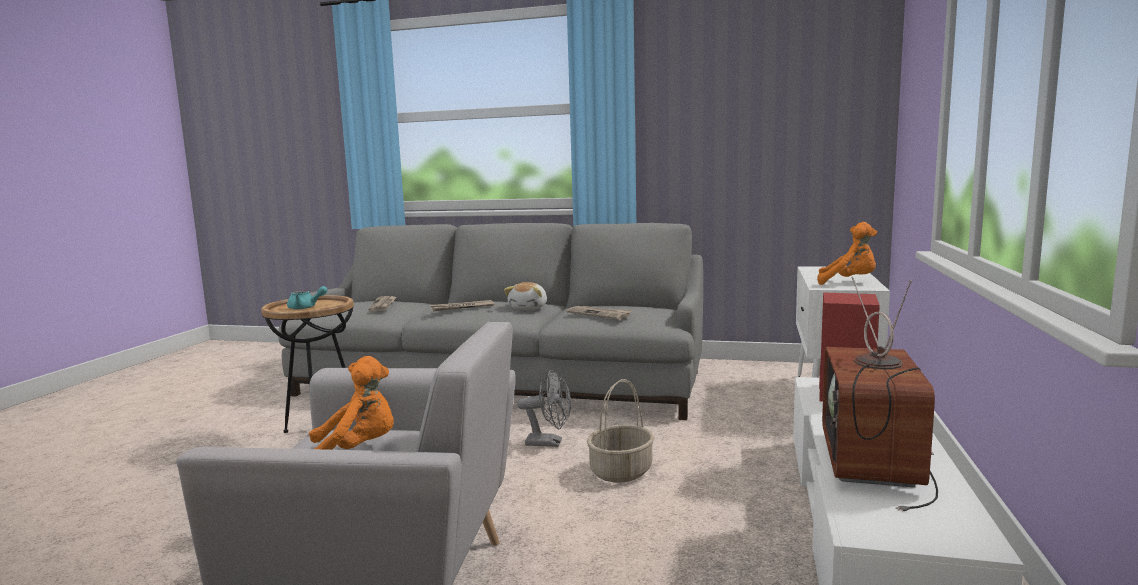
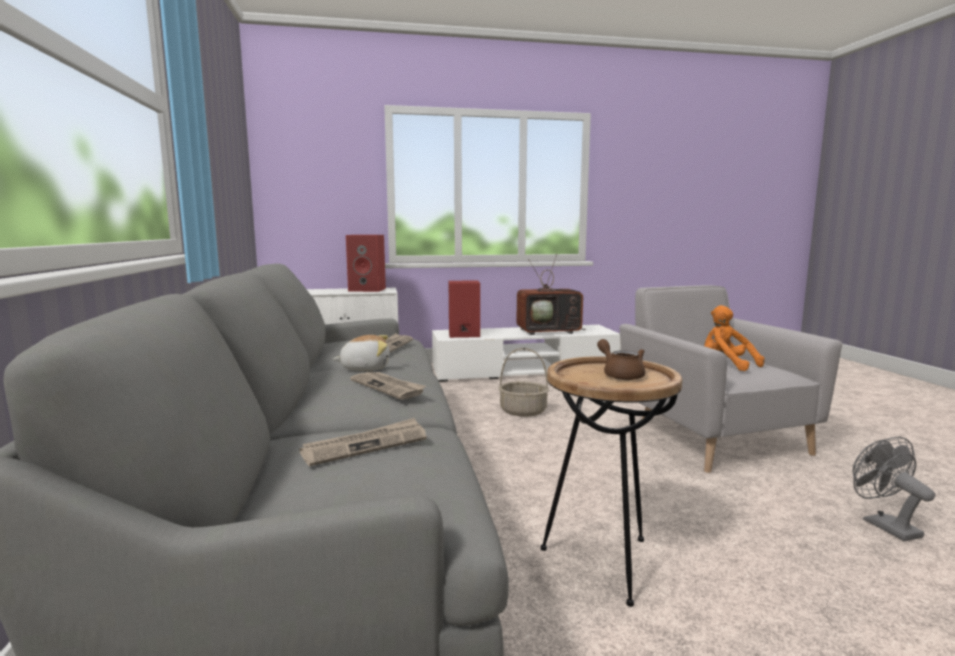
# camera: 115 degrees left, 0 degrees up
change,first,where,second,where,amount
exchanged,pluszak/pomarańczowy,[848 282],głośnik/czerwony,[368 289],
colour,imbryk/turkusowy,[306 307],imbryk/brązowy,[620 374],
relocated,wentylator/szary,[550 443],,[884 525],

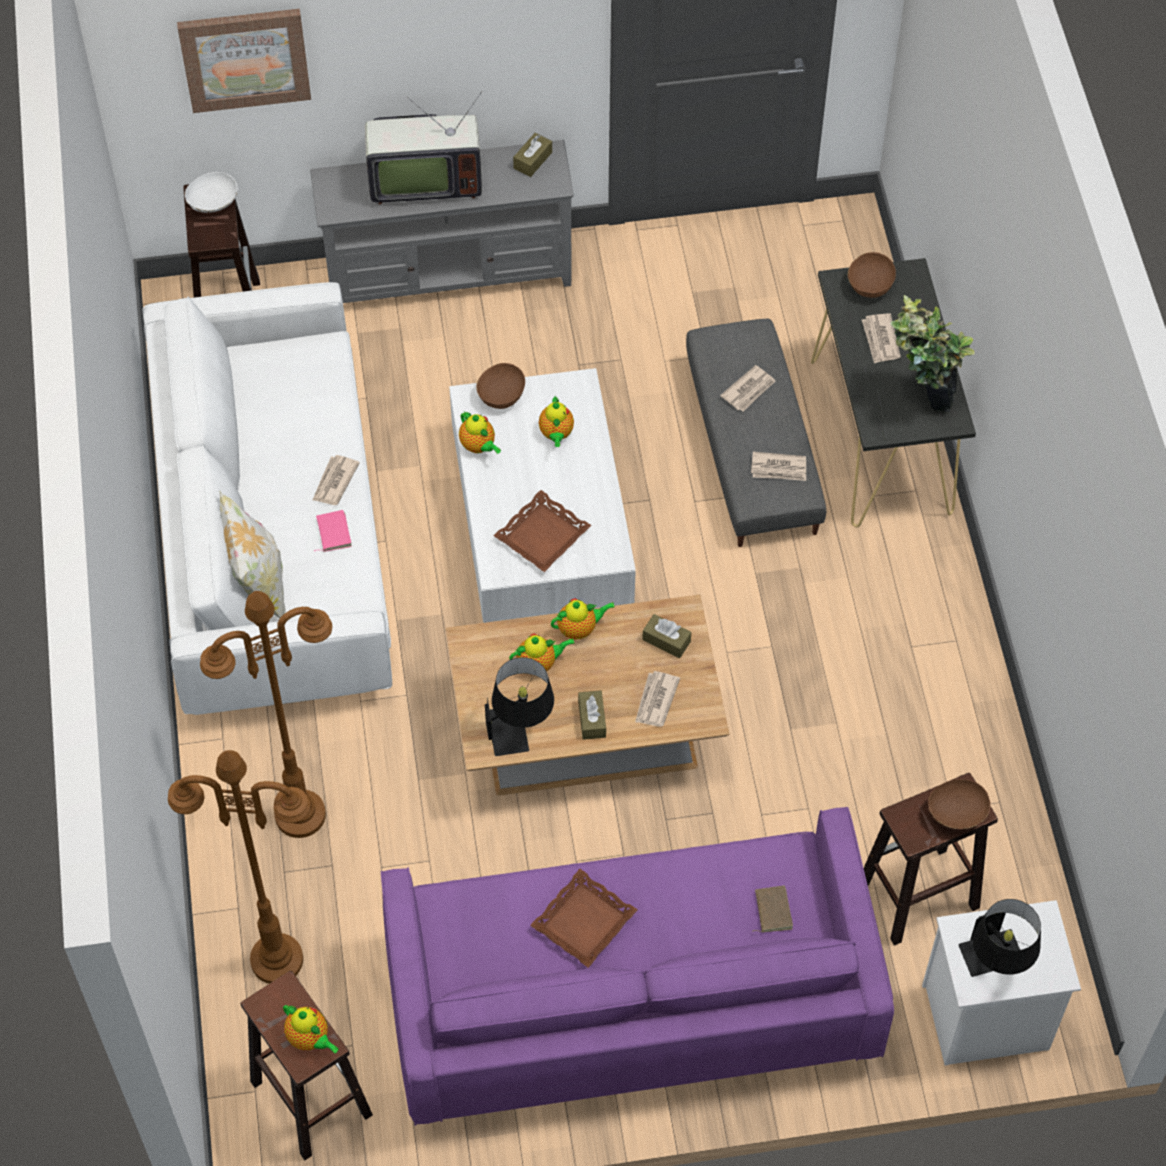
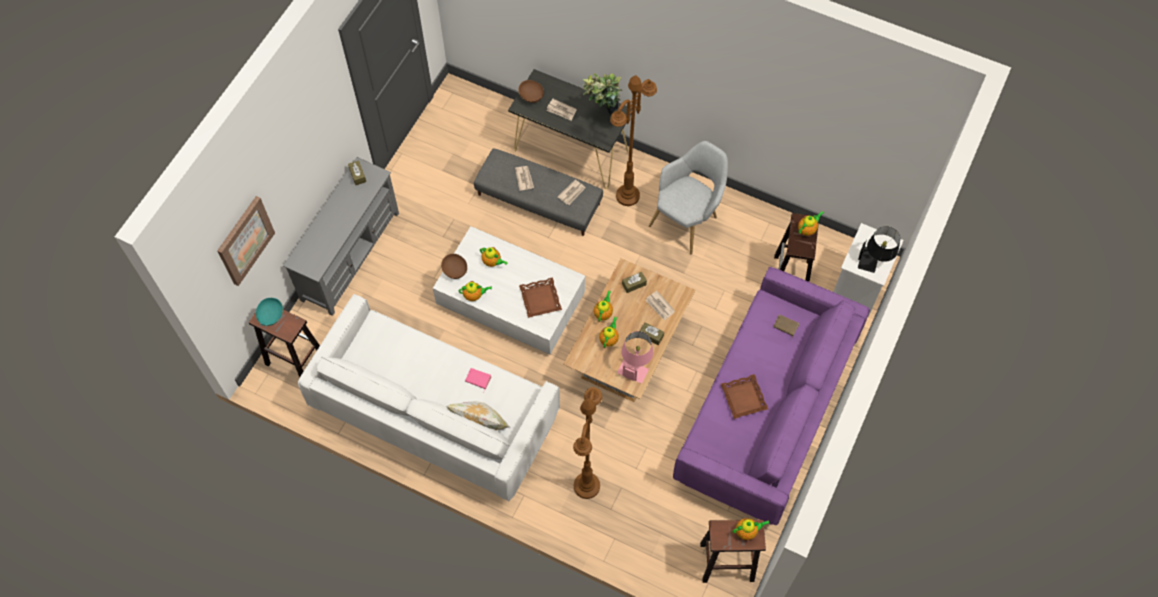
# camera: 55 degrees left, 5 degrees up
change,first,where,second,where,amount
missing,telewizor,[423 181],,,
colour,miska/biały,[213 204],miska/turkusowy,[271 316],
missing,gazeta,[334 482],,,
colour,lampa stołowa/czarny,[519 728],lampa stołowa/różowy,[635 365],
relocated,lampa stojąca/brązowy,[276 960],,[627 196],
exchanged,miska/brązowy,[956 814],imbryk,[807 229],
appeared,,,fotel/szary,[687 220],

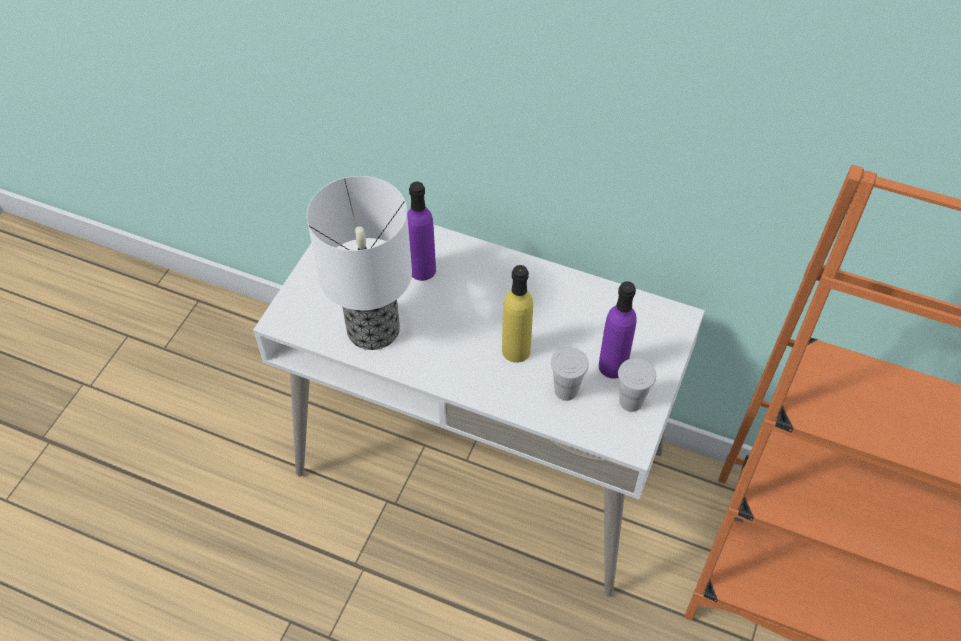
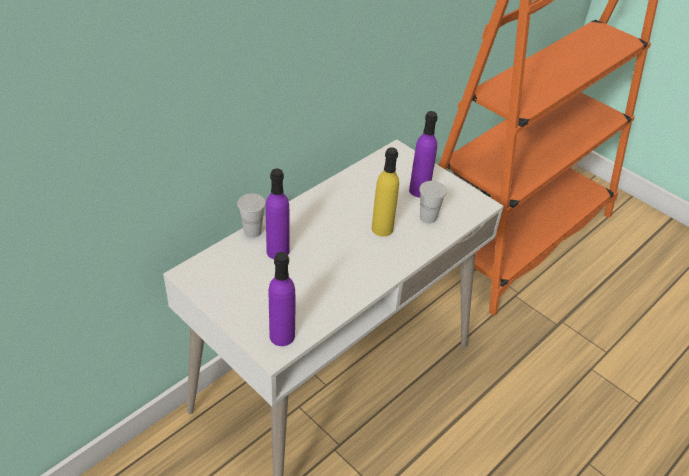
# camera: 70 degrees left, 10 degrees down
change,first,where,second,where,amount
missing,lampa stołowa,[375 330],,,
relocated,filiżanka/biały,[631 401],,[252 231],
appeared,,,butelka/fioletowy,[282 336],

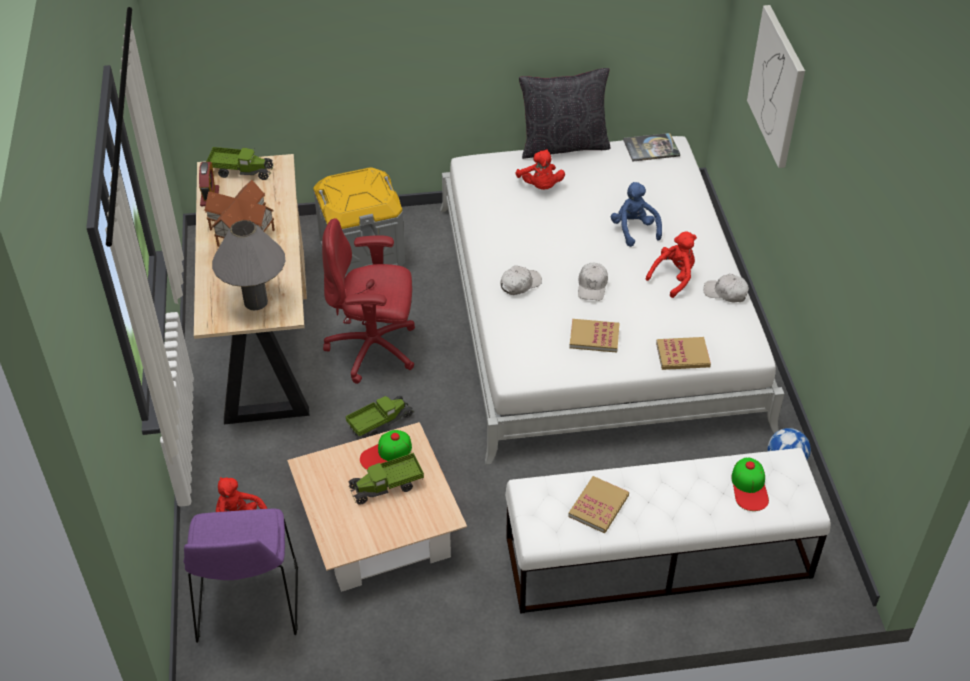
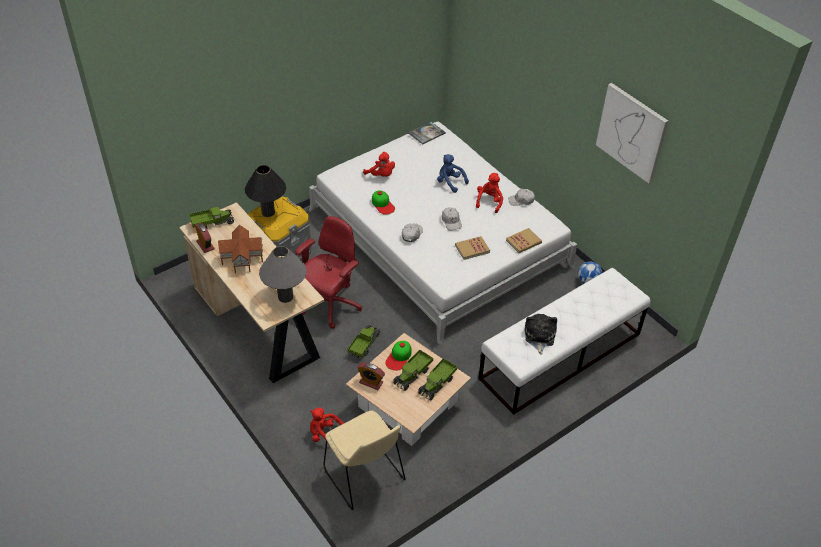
# camera: 30 degrees left, 0 degrees up
change,first,where,second,where,amount
relocated,obraz,[777 86],,[631 132],
missing,poduszka/czarny,[563 146],,,
spun,krzesło biurowe/czerwony,[374 349],,[330 305],150 degrees clockwise
relocated,czapka z daszkiem,[749 487],,[383 204],
exchanged,książka,[598 506],pluszak,[539 336],
colour,krzesło/fioletowy,[248 605],krzesło/beżowy,[365 476],
appeared,,,lampa stołowa/czarny,[268 212],
appeared,,,ciężarówka zabawkowa,[437 384],
appeared,,,budzik,[371 382],

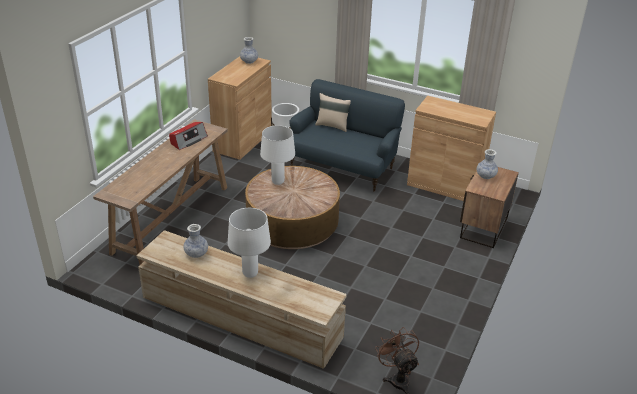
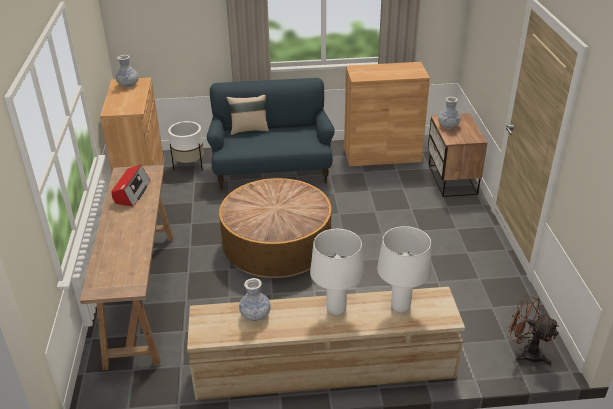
# camera: 30 degrees left, 0 degrees up
change,first,where,second,where,amount
relocated,lampa stołowa/biały,[278 181],,[400 307],

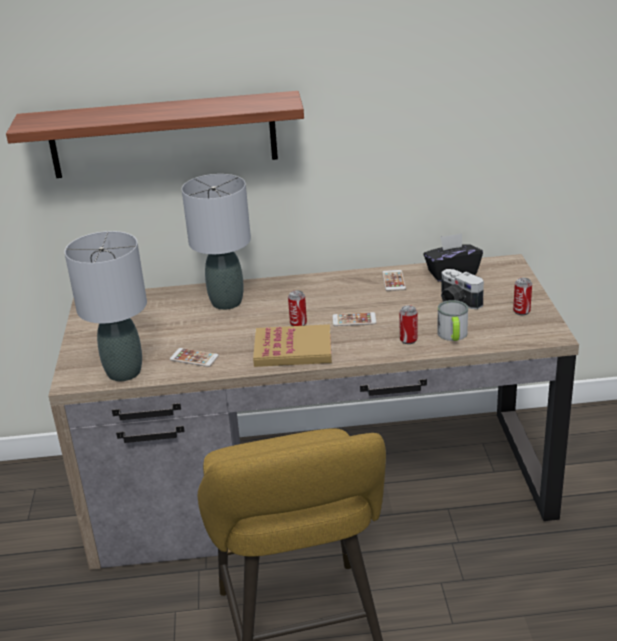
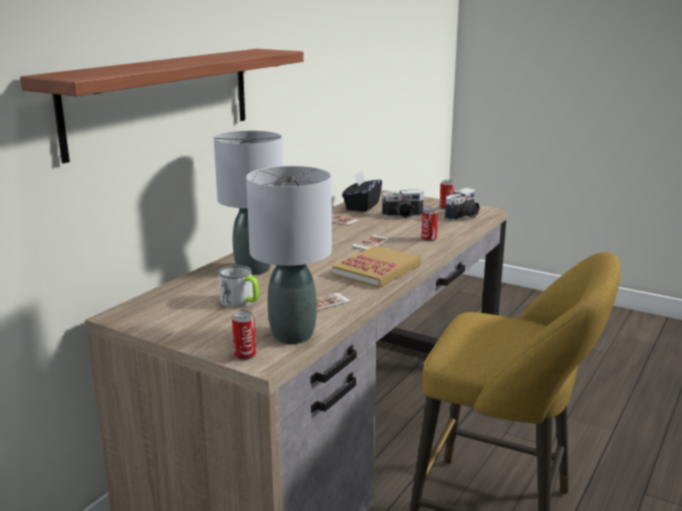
# camera: 55 degrees left, 10 degrees down
change,first,where,second,where,amount
relocated,puszka,[298 324],,[245 355],
relocated,kubek,[453 336],,[241 302],
appeared,,,aparat fotograficzny,[463 216],

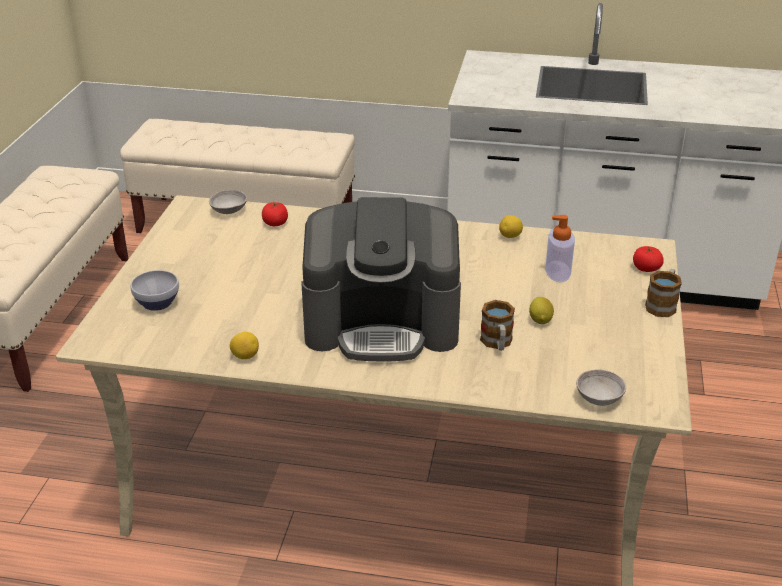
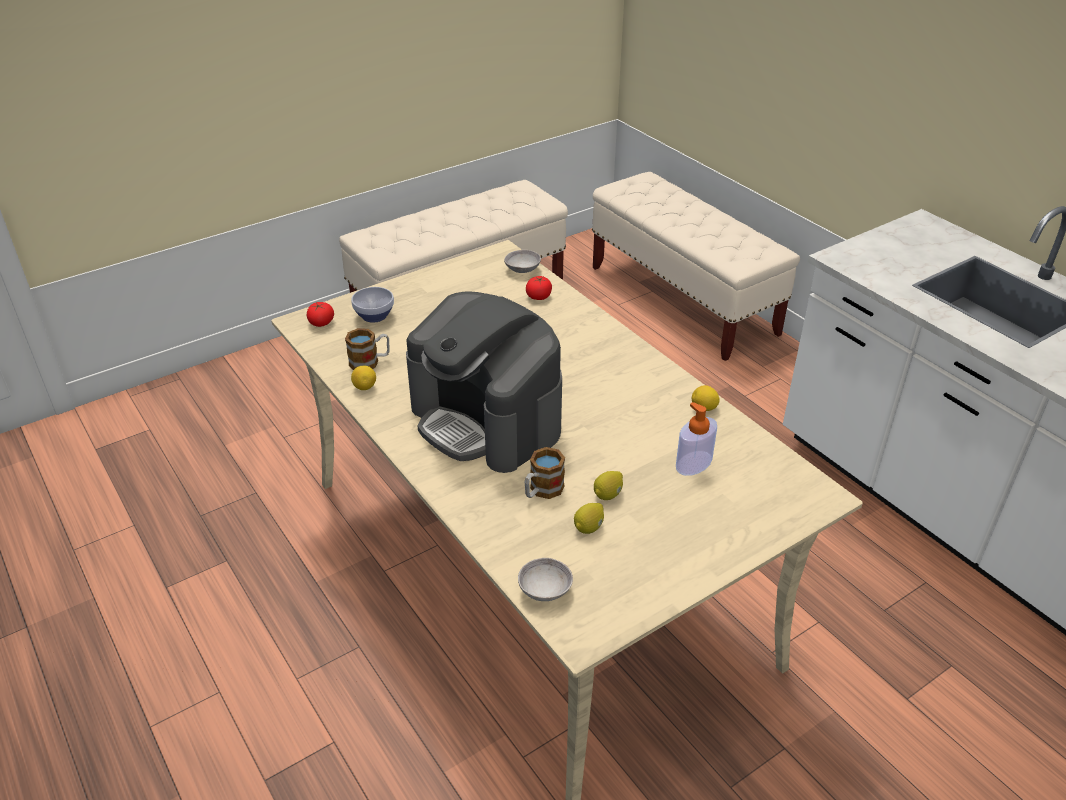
# camera: 45 degrees right, 5 degrees up
change,first,where,second,where,amount
relocated,pomidor,[646 268],,[321 322],
relocated,kubek,[662 305],,[370 362],
appeared,,,cytryna,[589 527],

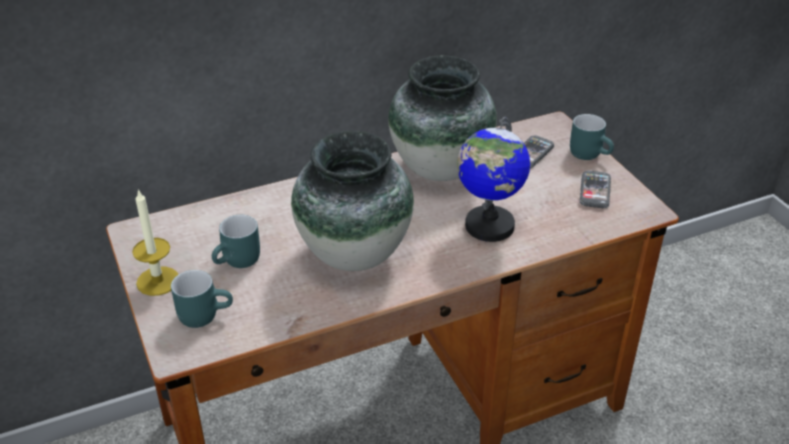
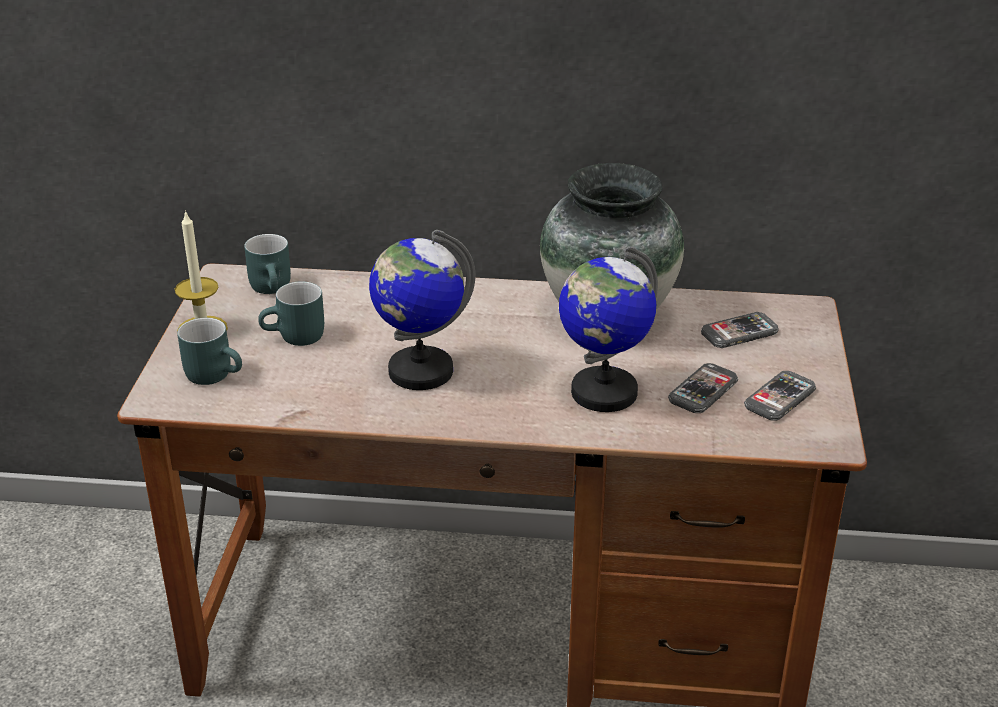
# camera: 30 degrees right, 5 degrees down
change,first,where,second,where,amount
relocated,kubek/turkusowy,[590 153],,[274 288],
exchanged,wazon,[354 255],globus,[420 371],
appeared,,,telefon,[703 391],

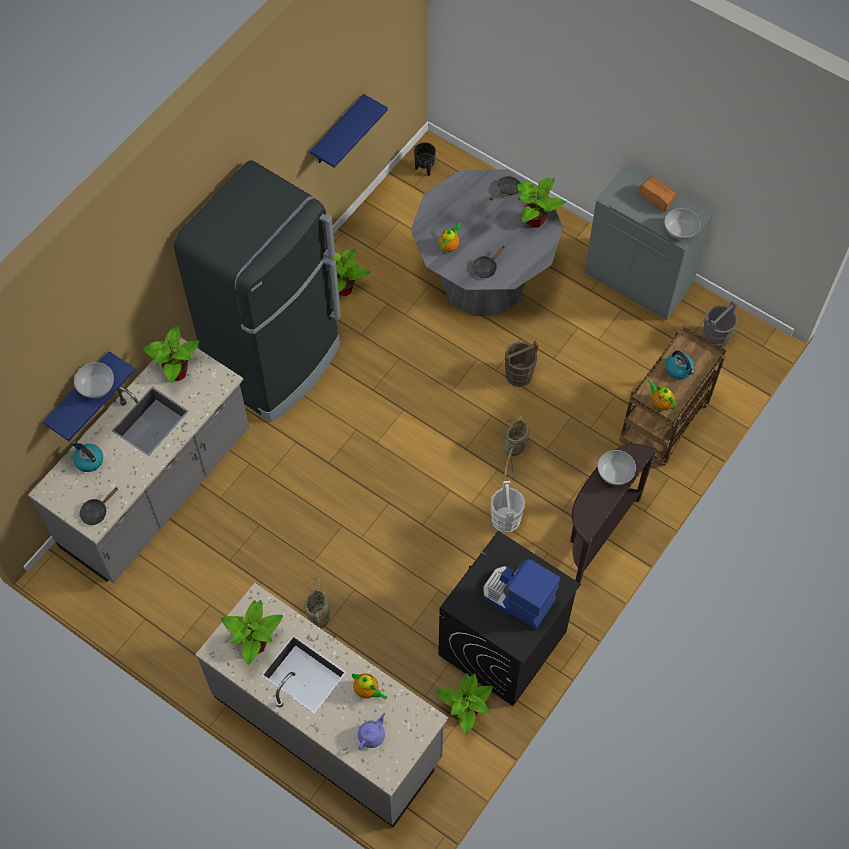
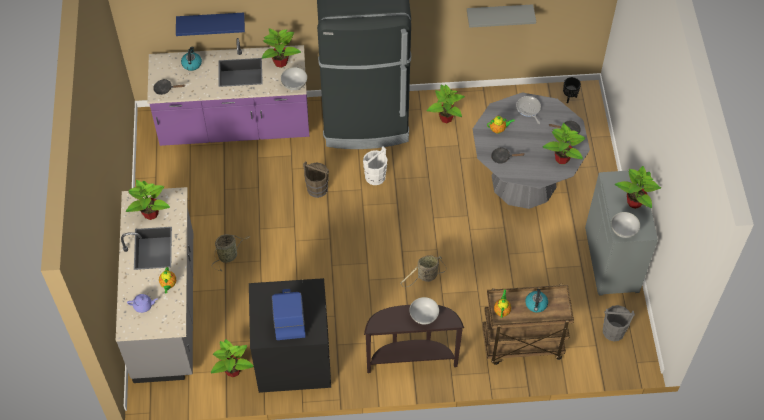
# camera: 50 degrees right, 5 degrees down
change,first,where,second,where,amount
colour,półka/niebieski,[337 131],półka/szary,[499 14],
exchanged,chleb,[657 198],roślina doniczkowa,[635 202],
colour,zabudowa kuchenna/szary,[157 490],zabudowa kuchenna/fioletowy,[235 126],
relocated,wiadro/brązowy,[518 375],,[317 188],
relocated,miska/biały,[96 388],,[294 85],
relocated,wiadro/biały,[506 519],,[375 176],
appeared,,,patelnia,[528 109],

